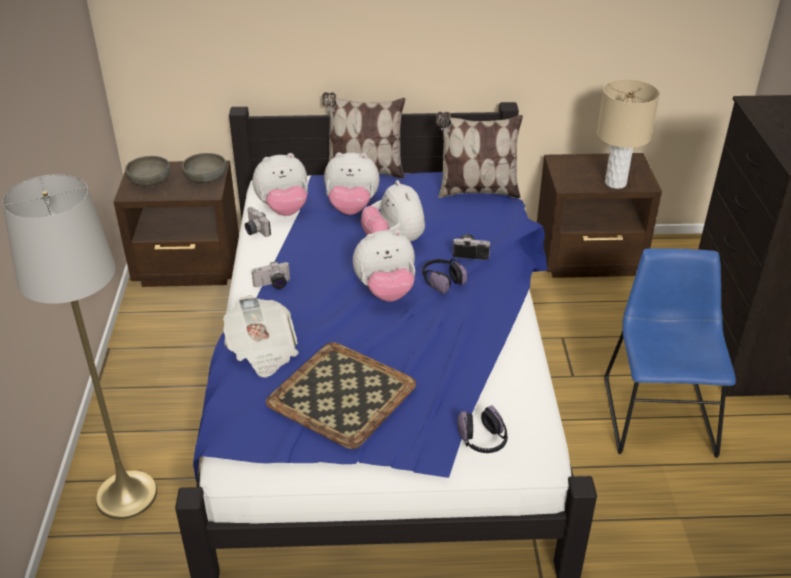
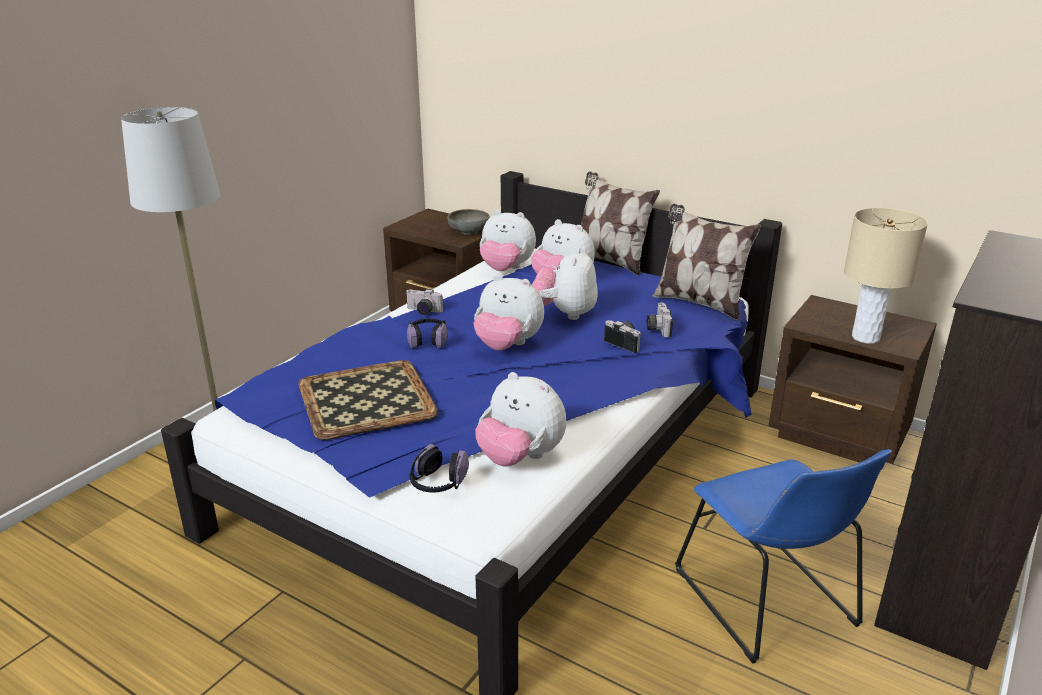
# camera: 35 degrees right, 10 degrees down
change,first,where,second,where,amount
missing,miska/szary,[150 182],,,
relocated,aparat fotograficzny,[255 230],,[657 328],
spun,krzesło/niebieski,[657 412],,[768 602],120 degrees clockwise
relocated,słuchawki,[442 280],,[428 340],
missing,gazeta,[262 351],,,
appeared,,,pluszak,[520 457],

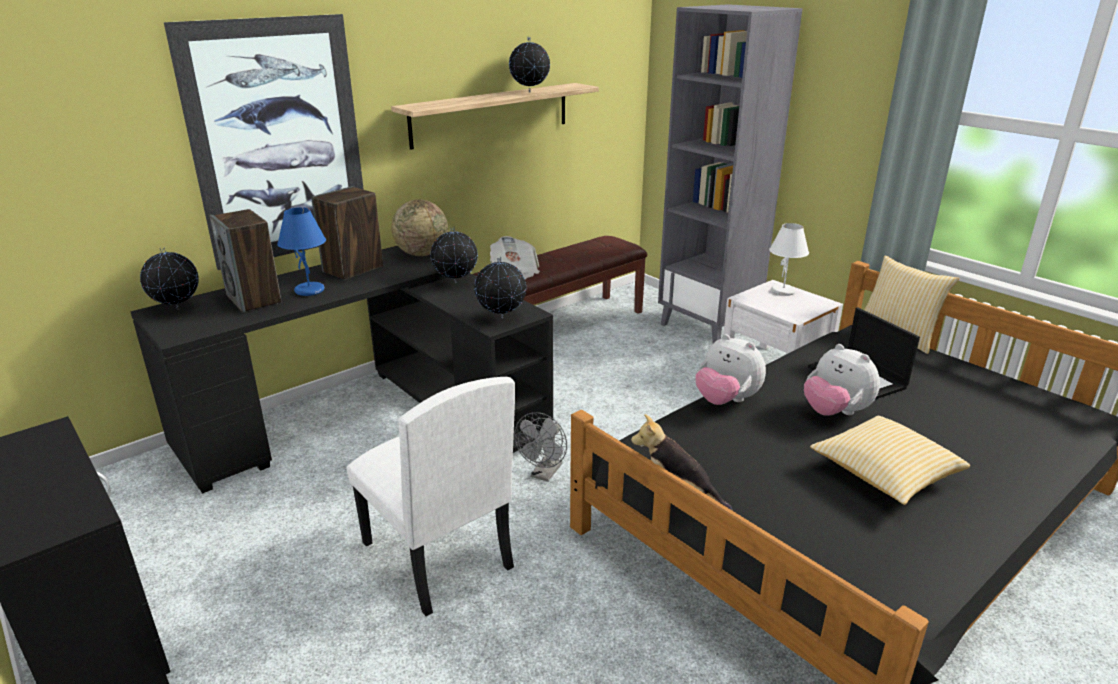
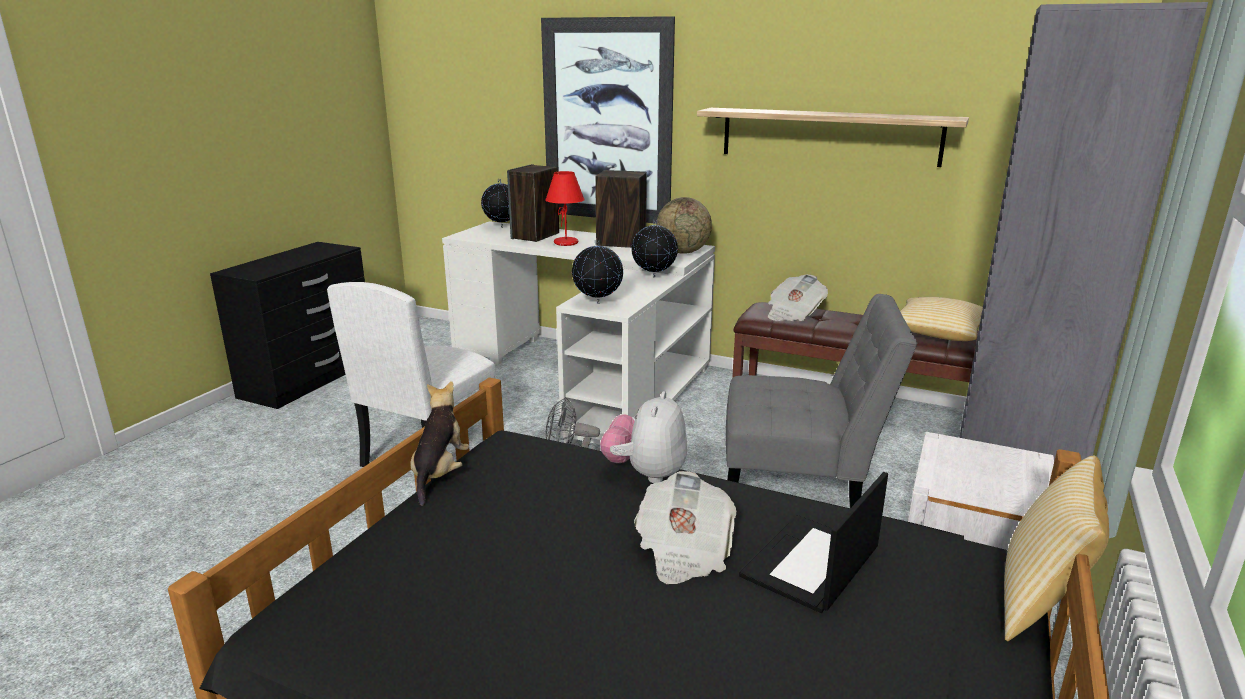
# camera: 65 degrees right, 5 degrees down
change,first,where,second,where,amount
missing,globus,[530 92],,,
colour,lampa stołowa/niebieski,[310 290],lampa stołowa/czerwony,[566 243],
missing,lampa stołowa/biały,[783 291],,,
colour,biurko/czarny,[372 418],biurko/biały,[589 376],
exchanged,pluszak,[835 412],gazeta,[683 551],
relocated,poduszka,[884 474],,[937 333],
appeared,,,krzesło/szary,[800 493],

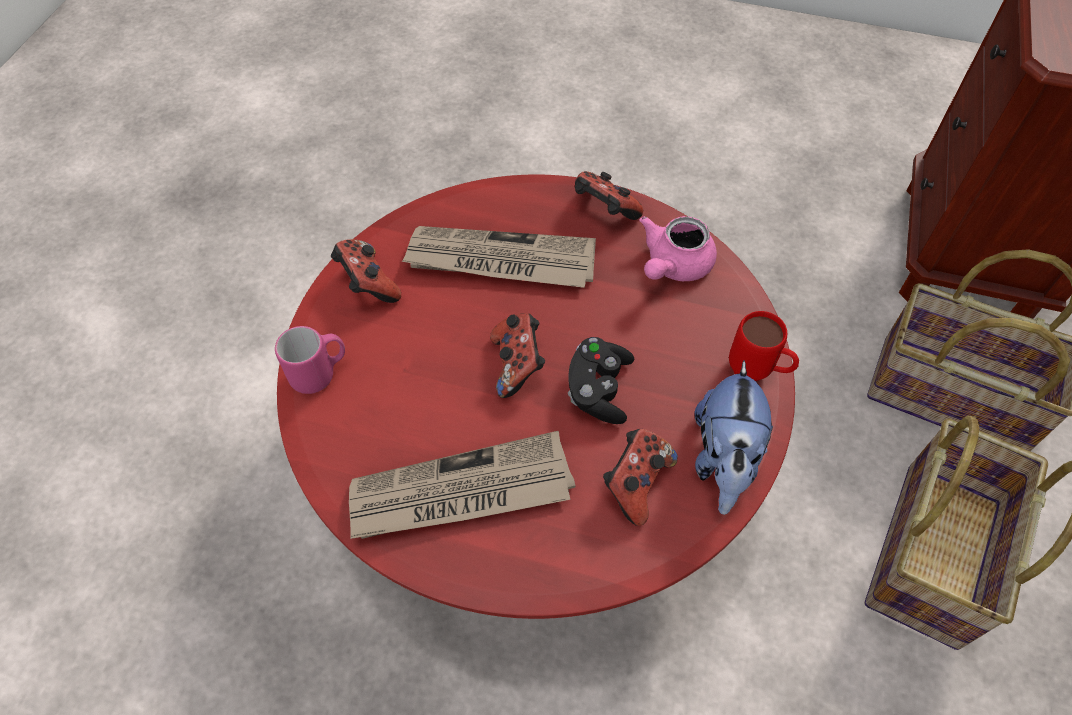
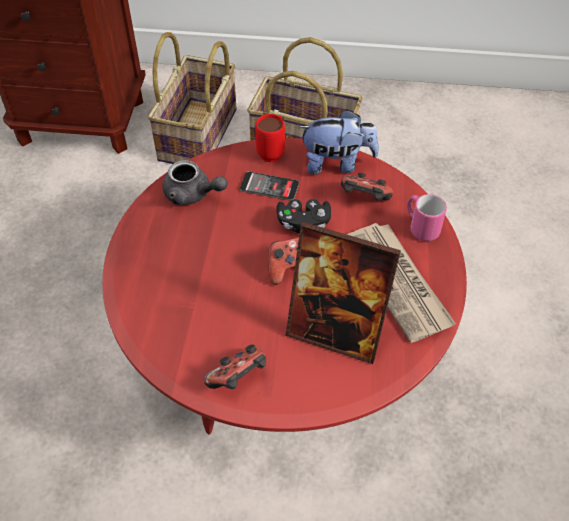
# camera: 100 degrees left, 5 degrees down
change,first,where,second,where,amount
missing,pad do gier,[604 211],,,
colour,imbryk/różowy,[673 265],imbryk/szary,[192 194],
missing,gazeta,[500 261],,,
relocated,kubek/różowy,[320 373],,[420 227],
appeared,,,telefon,[269 186],
appeared,,,ramka na zdjęcie,[335 332],

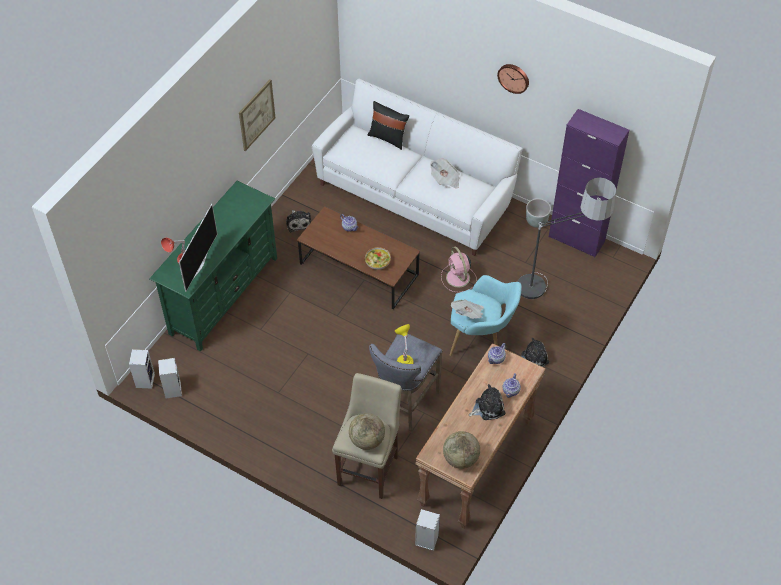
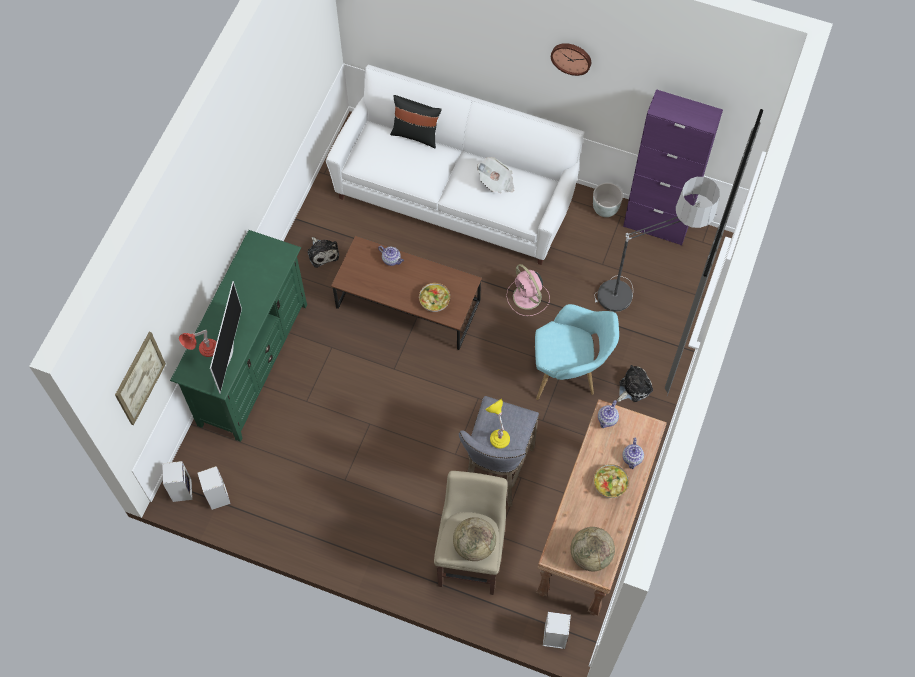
# camera: 10 degrees left, 10 degrees up
change,first,where,second,where,amount
relocated,obraz,[256 115],,[140 378],
missing,gazeta,[468 314],,,
exchanged,pluszak,[488 407],miska,[609 484],

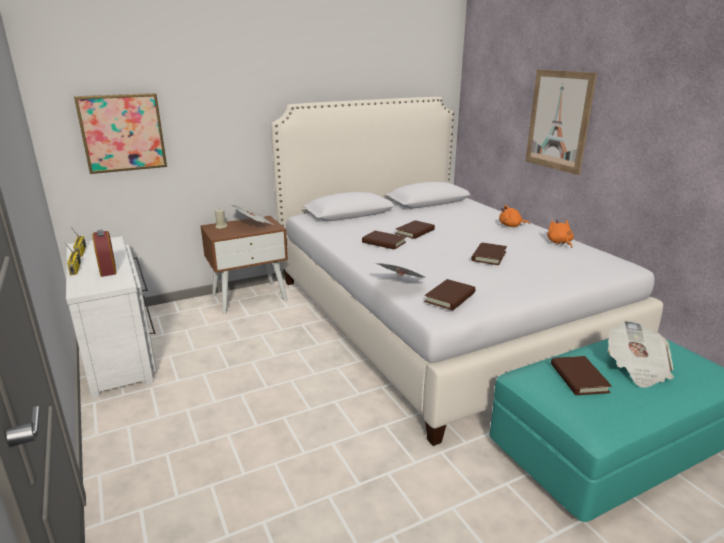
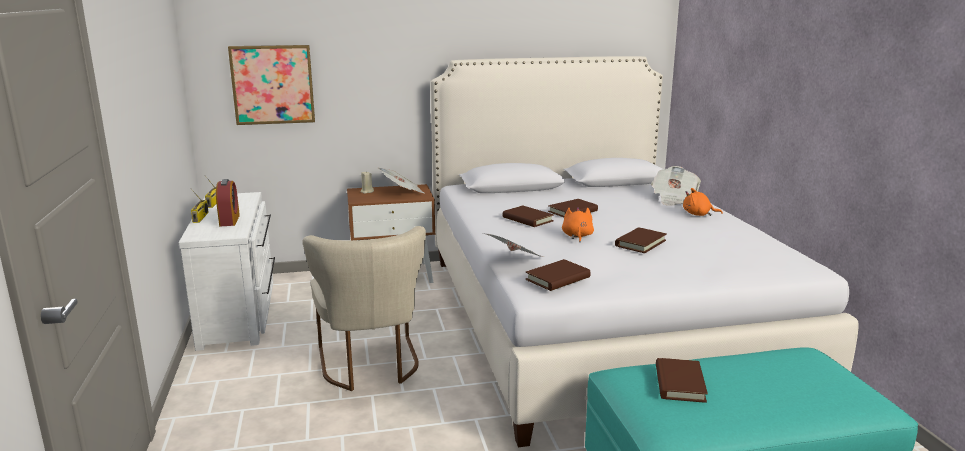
# camera: 15 degrees right, 5 degrees down
change,first,where,second,where,amount
missing,obraz,[558 121],,,
relocated,pluszak/pomarańczowy,[559 243],,[577 236],
relocated,gazeta,[636 368],,[674 199],
appeared,,,krzesło/beżowy,[370 366],

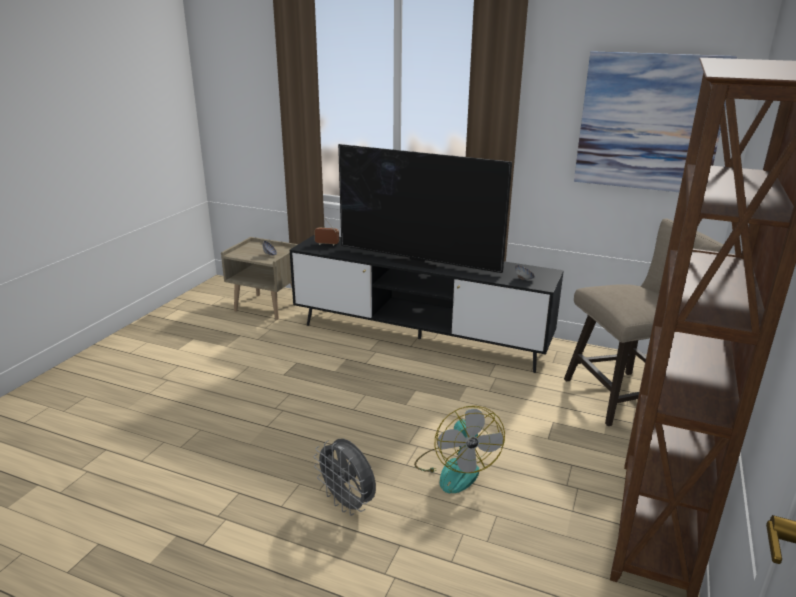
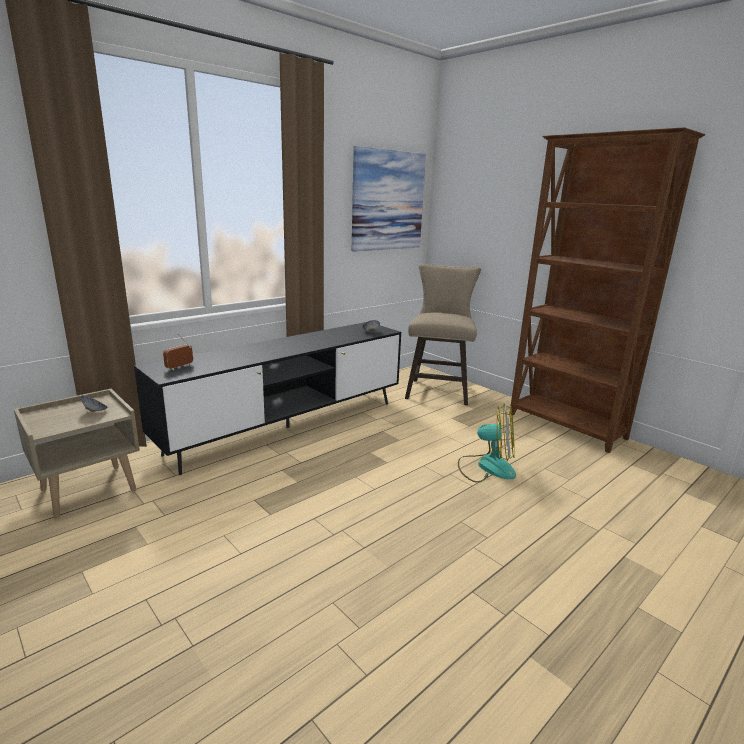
# camera: 65 degrees left, 5 degrees down
change,first,where,second,where,amount
missing,telewizor,[418 261],,,
missing,wentylator/szary,[348 504],,,

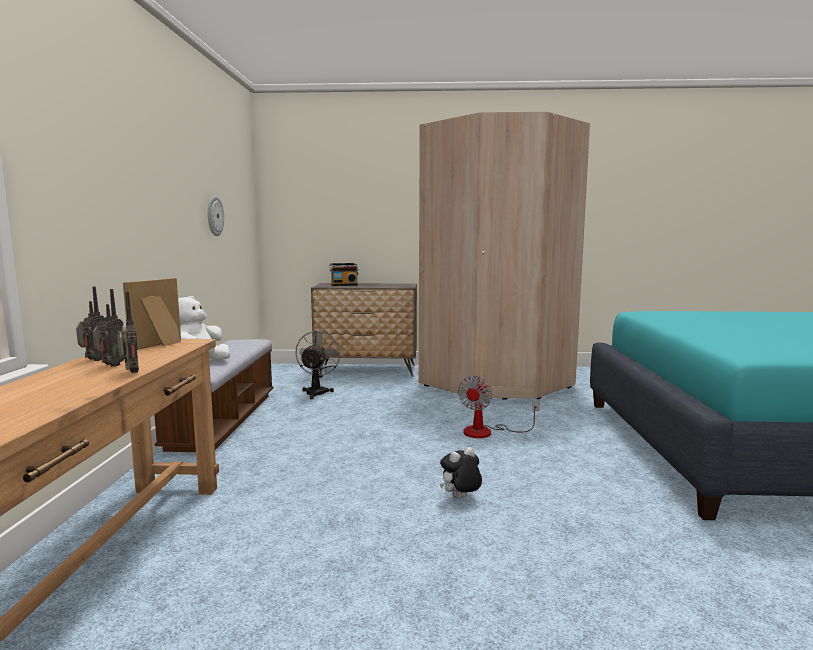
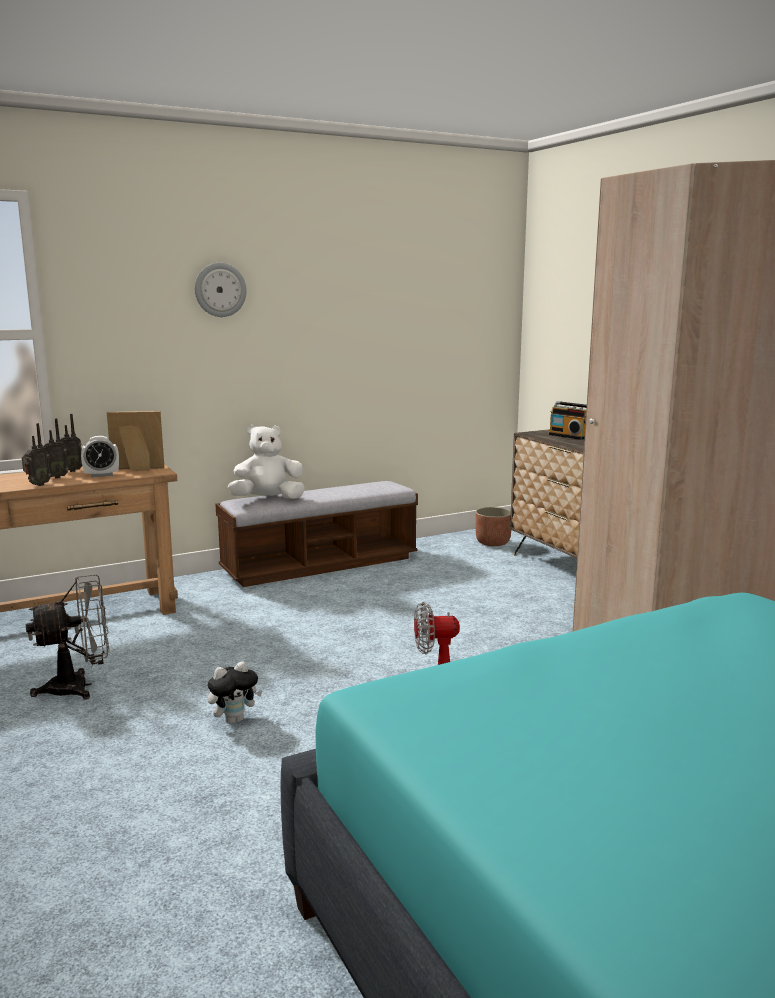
# camera: 60 degrees right, 5 degrees up
change,first,where,second,where,amount
relocated,zegar ścienny,[214 216],,[220 290],
relocated,wentylator/szary,[317 392],,[79 687],
spun,pluszak,[460 498],,[234 720],120 degrees clockwise
appeared,,,budzik,[102 475],
appeared,,,donica,[492 543],

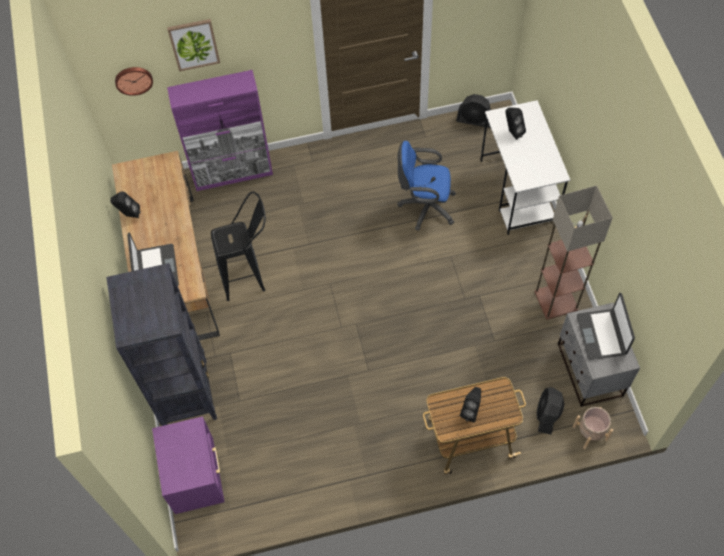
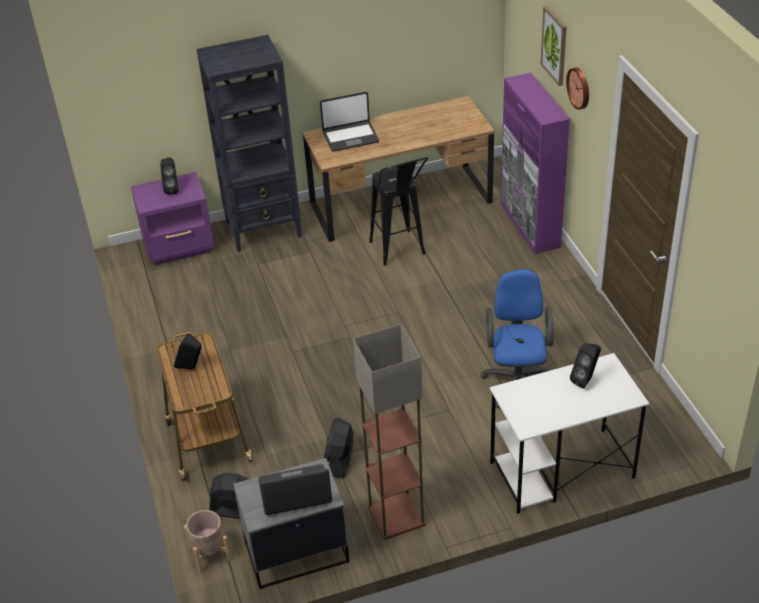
# camera: 85 degrees right, 20 degrees down
change,first,where,second,where,amount
relocated,zegar ścienny,[133 79],,[579 88],
relocated,wentylator/czarny,[474 120],,[340 459],
relocated,głośnik/czarny,[129 214],,[172 189],

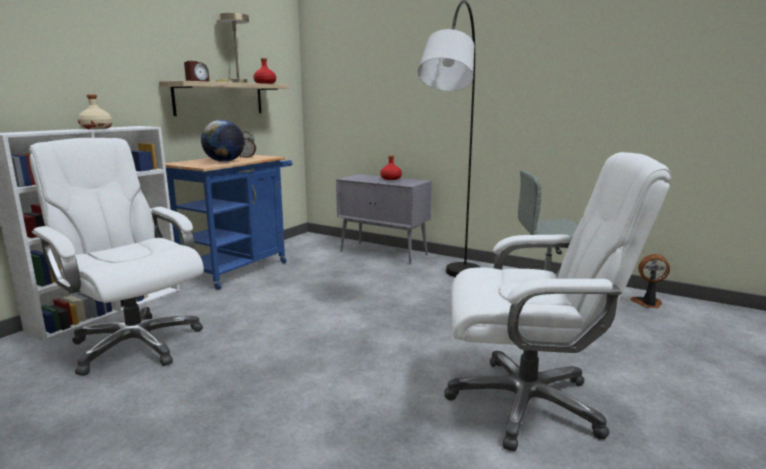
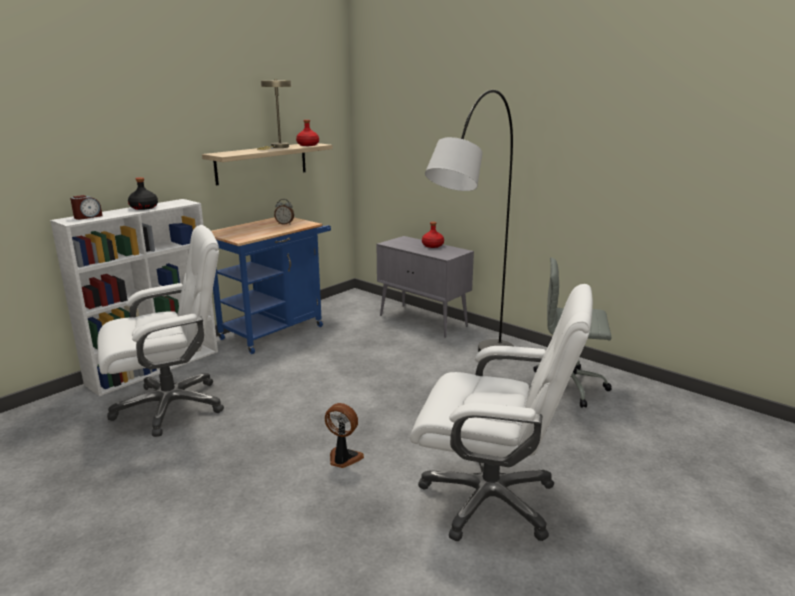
# camera: 10 degrees right, 5 degrees up
change,first,where,second,where,amount
relocated,budzik,[197 81],,[88 217],
colour,butelka/beżowy,[96 128],butelka/czarny,[144 208],
missing,globus,[224 161],,,
spun,krzesło biurowe/biały,[135 344],,[171 406],105 degrees clockwise
relocated,wentylator,[647 303],,[343 459],

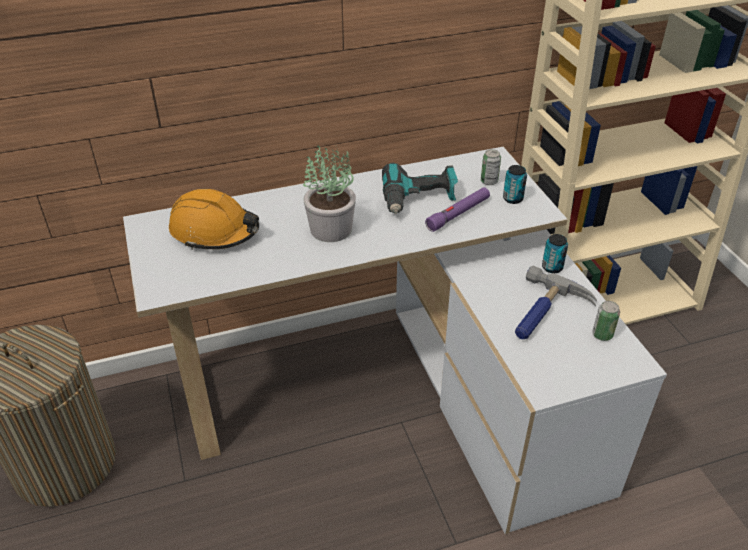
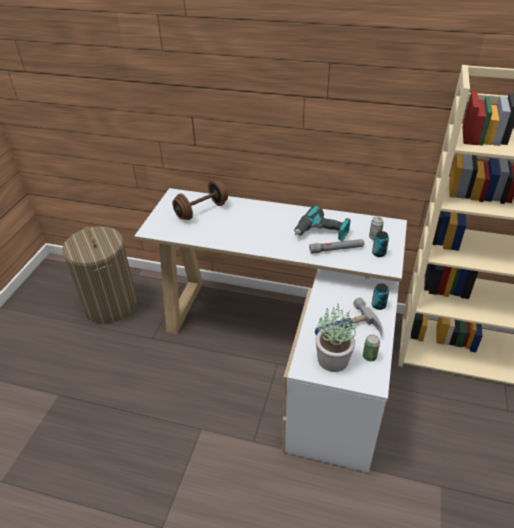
# camera: 35 degrees right, 0 degrees up
change,first,where,second,where,amount
relocated,roślina doniczkowa,[331 229],,[333 359],
colour,latarka/fioletowy,[458 214],latarka/szary,[336 249],
exchanged,kask/pomarańczowy,[214 231],hantel/brązowy,[201 211],

